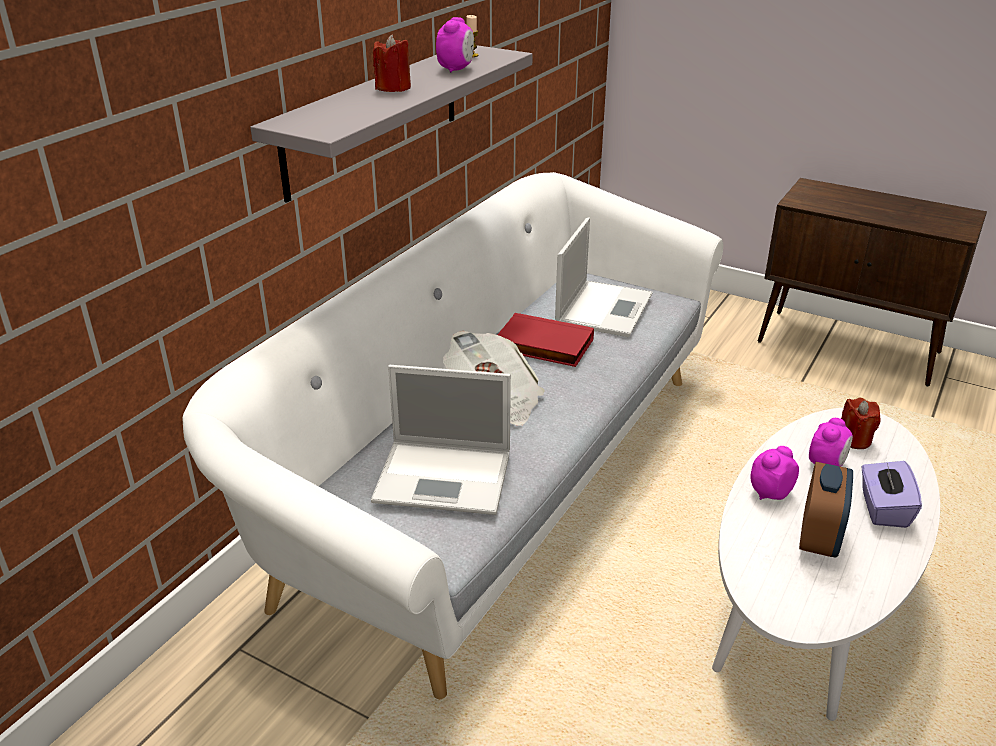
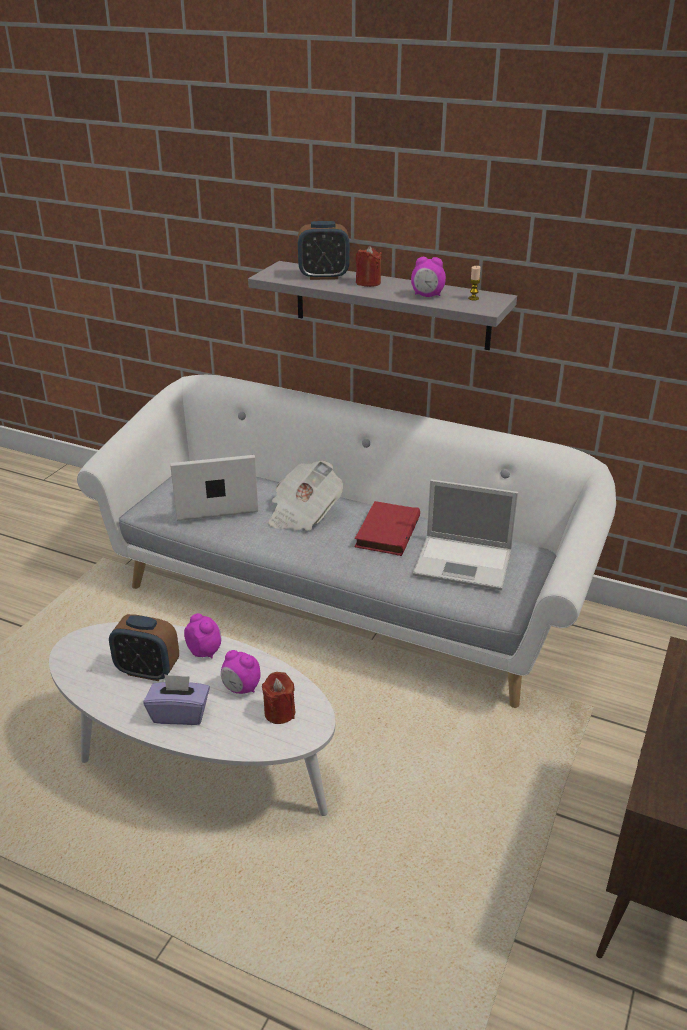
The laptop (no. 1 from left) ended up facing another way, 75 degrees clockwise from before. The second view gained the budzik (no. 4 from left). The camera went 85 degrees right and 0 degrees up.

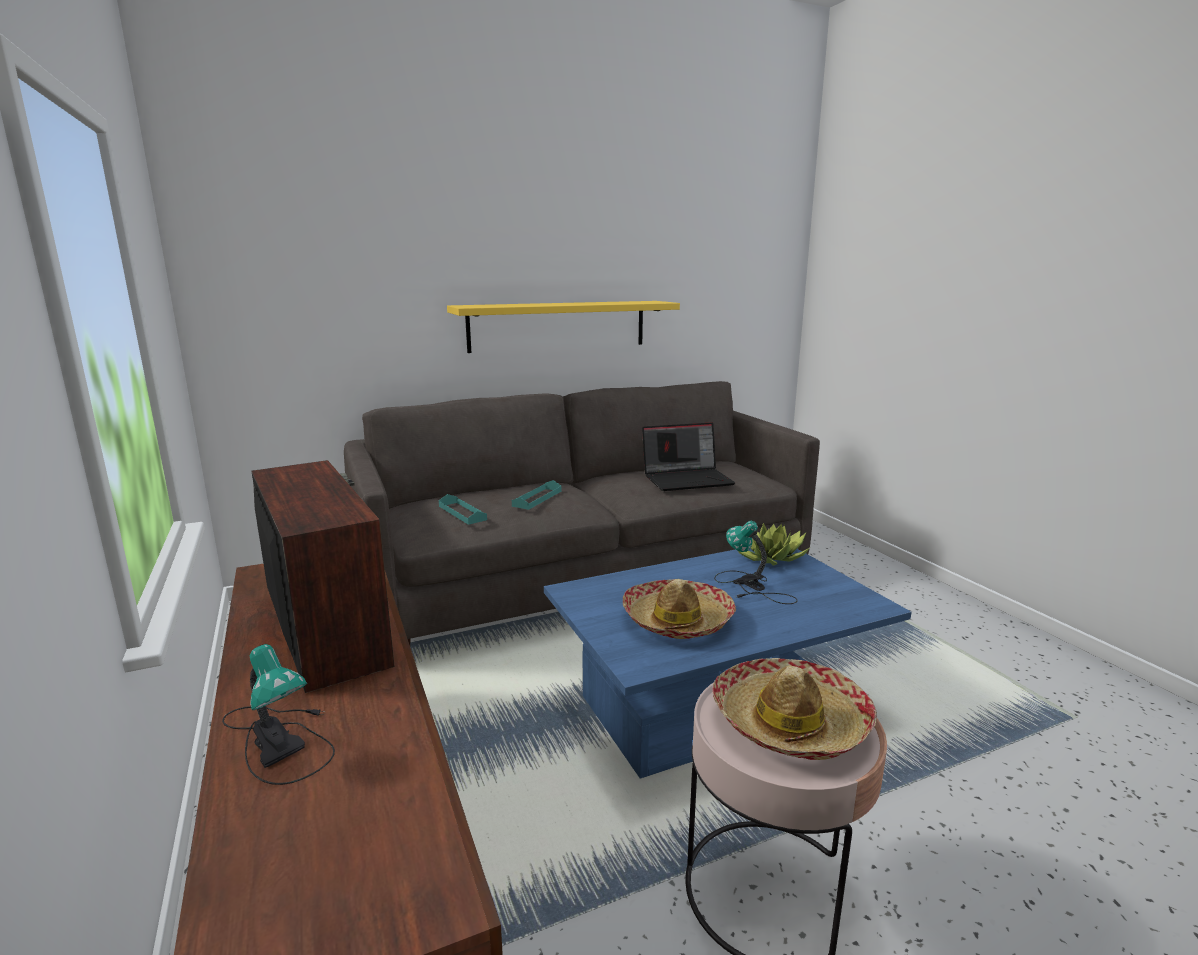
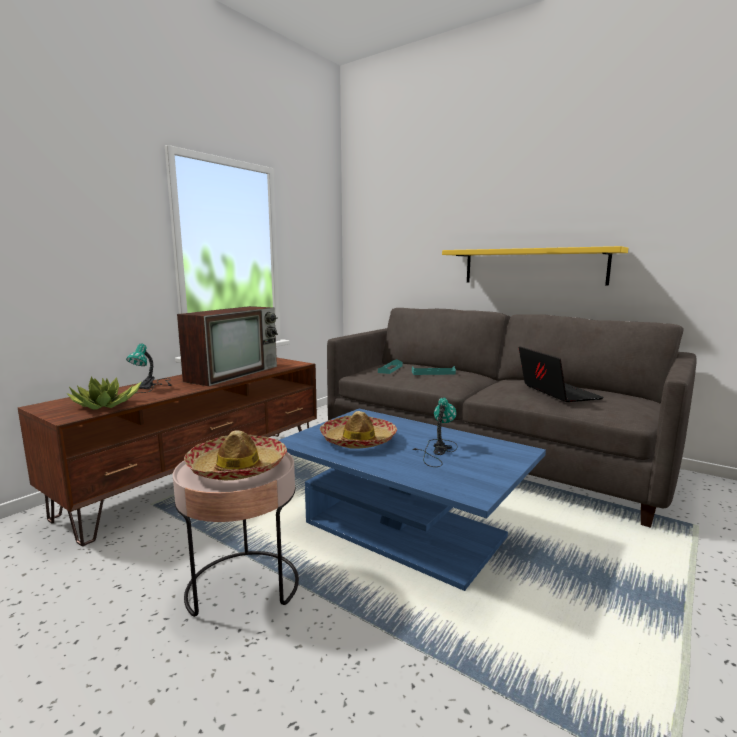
The laptop ended up facing another way, 150 degrees counterclockwise from before. The roślina doniczkowa ended up elsewhere. The camera went 60 degrees right and 5 degrees down.

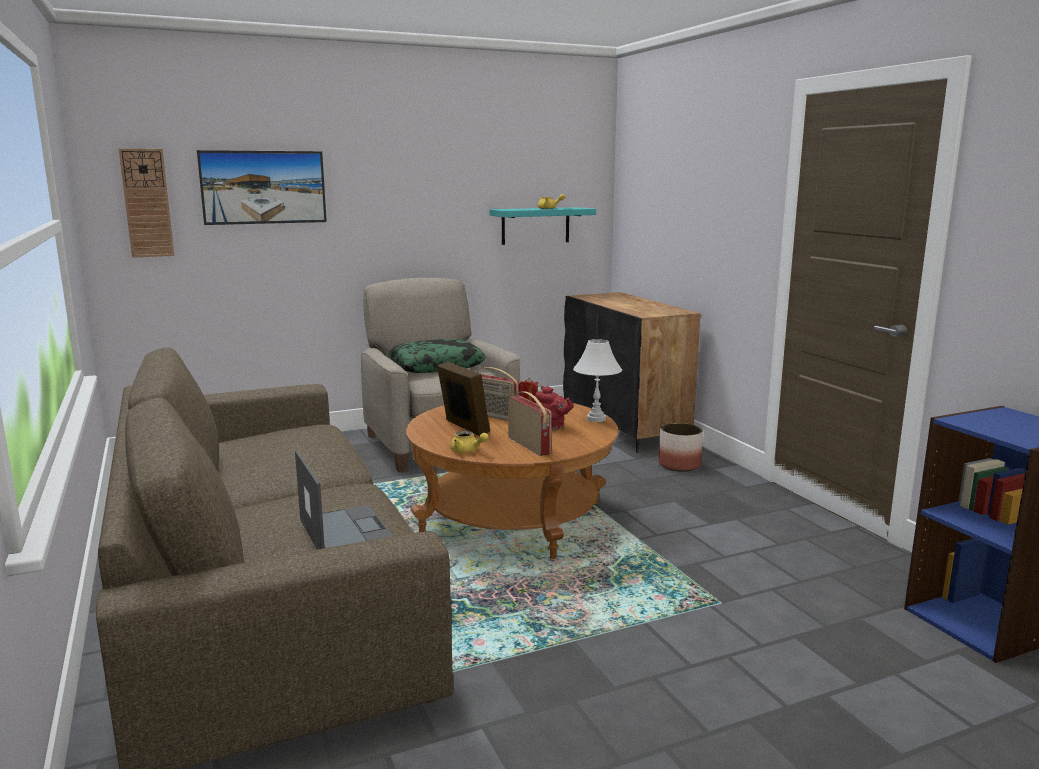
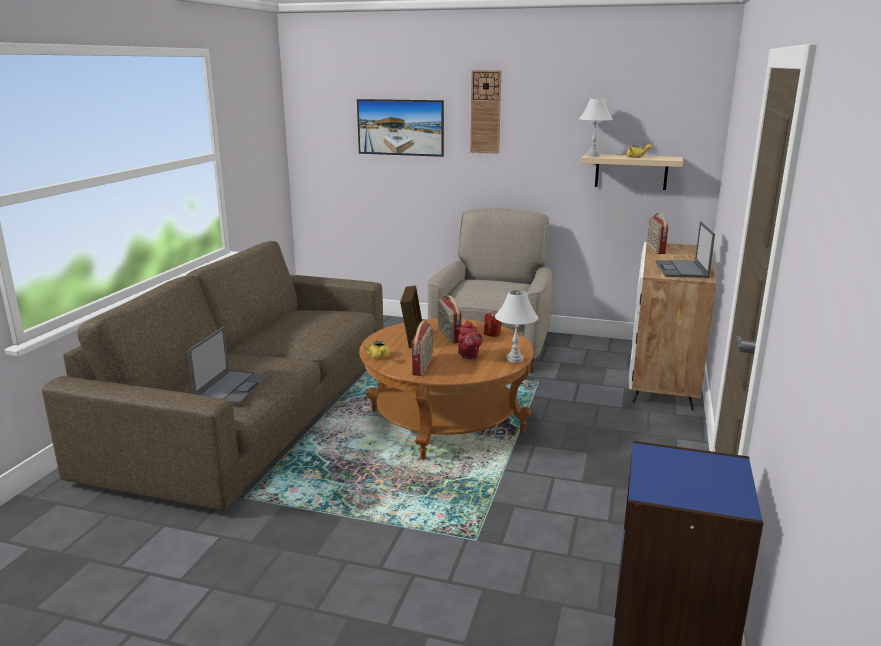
The zegar ścienny ended up elsewhere. What was the półka (turkusowy) turned into the półka (beżowy). What was the szafka (czarny) turned into the szafka (biały). The second view lost the poduszka. The second view lost the donica. The second view gained the lampa stołowa (biały) (no. 2 from left). The second view gained the radio (no. 3 from left). The second view gained the laptop (no. 2 from left). The camera went 40 degrees right and 5 degrees up.

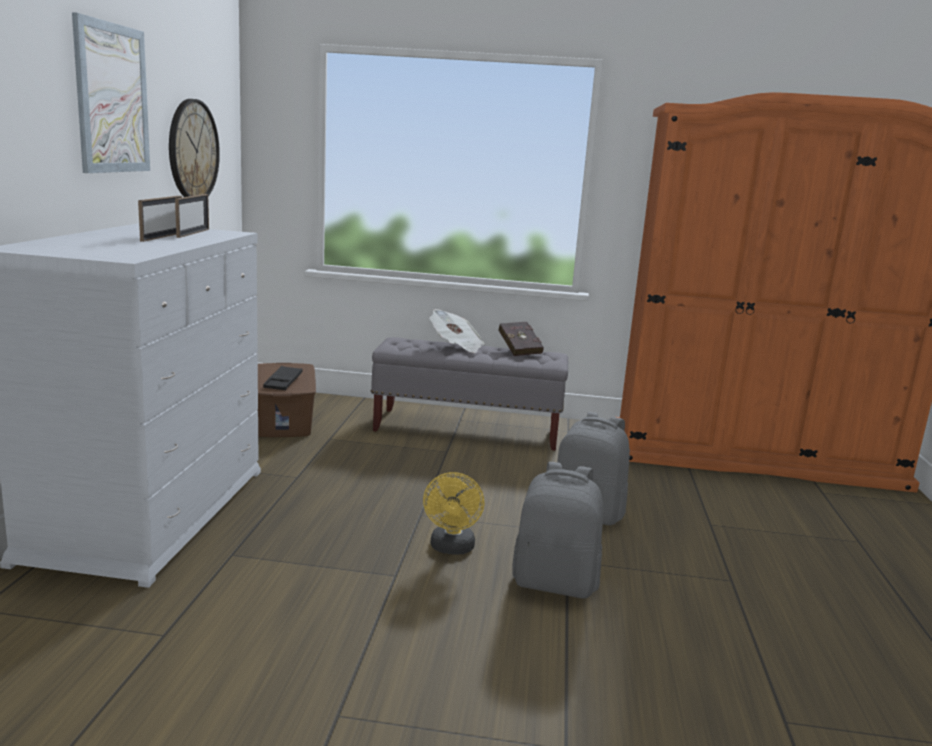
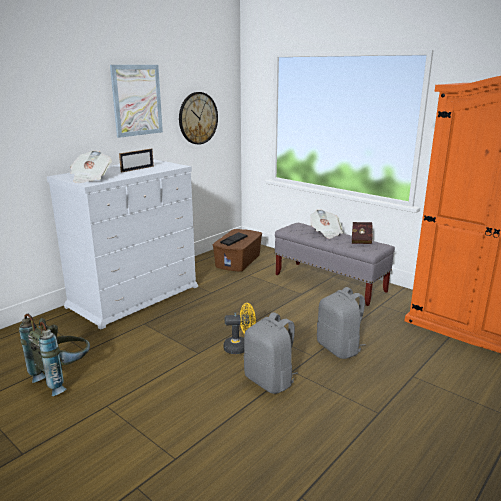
The second view lost the ramka na zdjęcie (no. 2 from left). The wentylator (żółty) ended up facing another way, 135 degrees counterclockwise from before. The second view gained the gazeta (no. 1 from left). The second view gained the plecak (szary) (no. 1 from left). The camera went 35 degrees right and 5 degrees up.

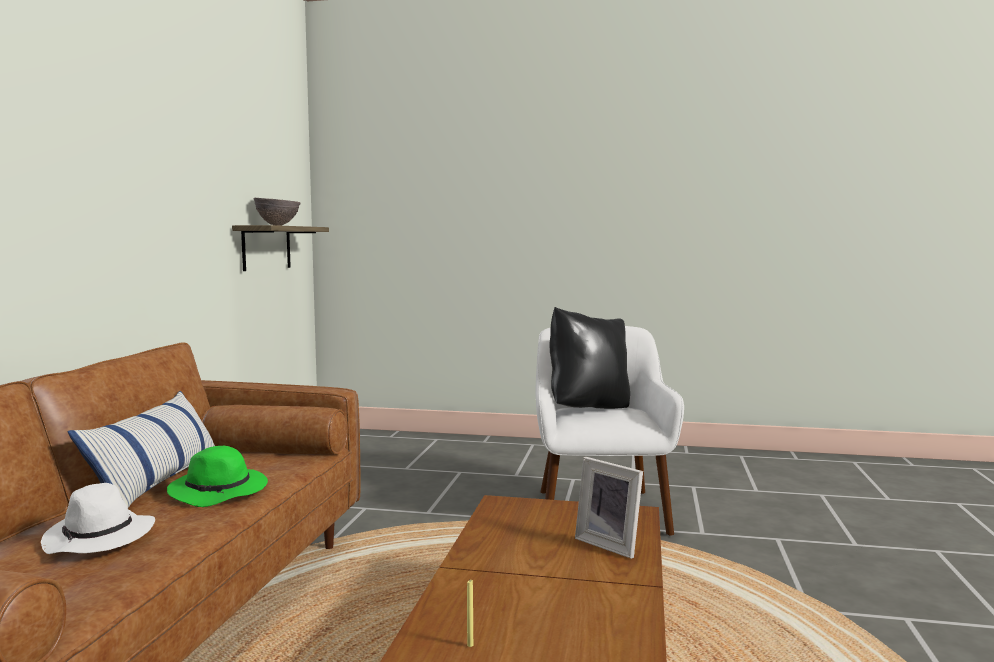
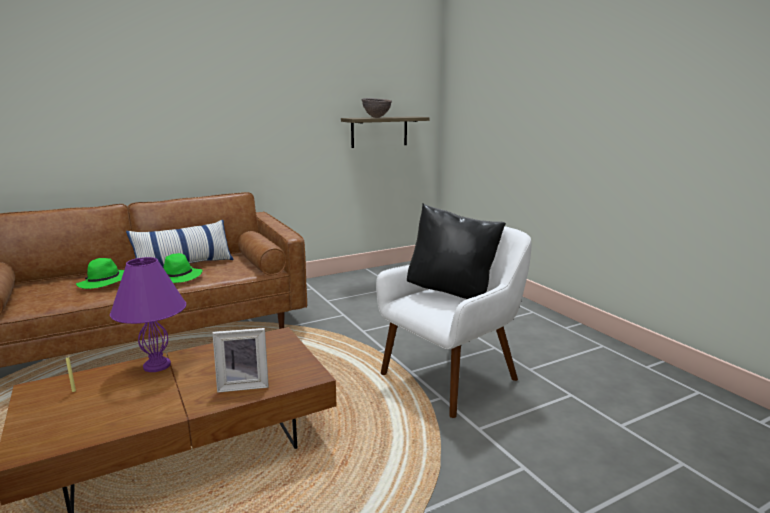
The ramka na zdjęcie ended up facing another way, 105 degrees counterclockwise from before. What was the kapelusz (biały) turned into the kapelusz (zielony) (no. 1 from left). The second view gained the lampa stołowa (fioletowy). The camera went 50 degrees right and 10 degrees up.

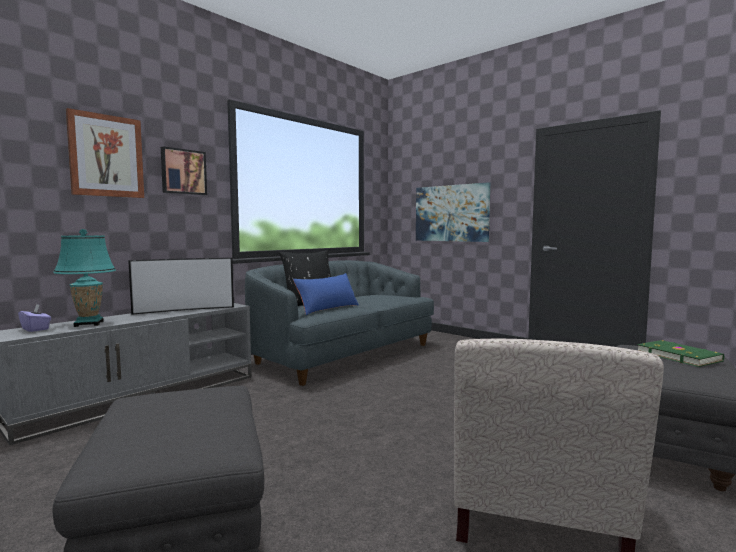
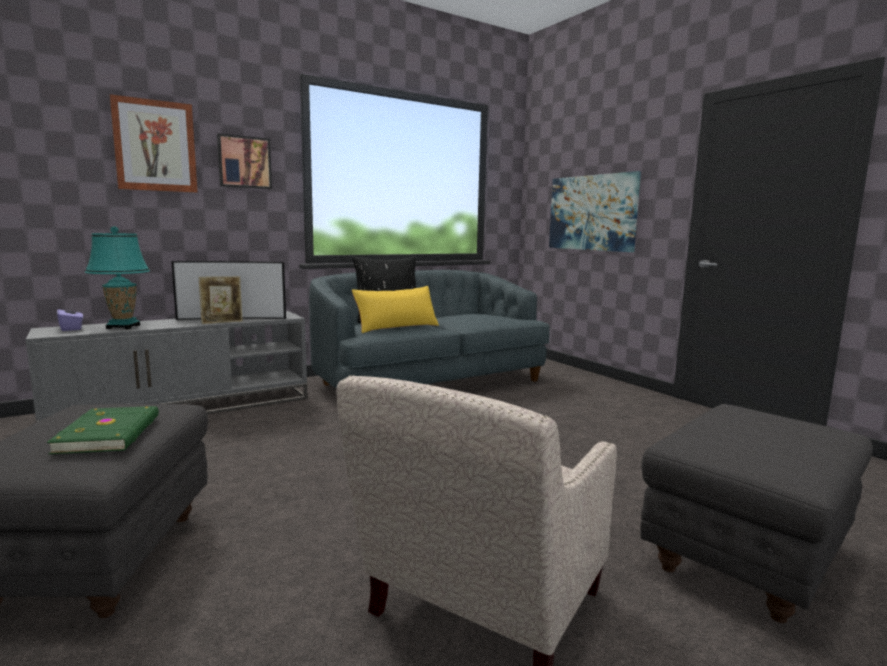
What was the poduszka (niebieski) turned into the poduszka (żółty). The książka (zielony) ended up elsewhere. The second view gained the ramka na zdjęcie. The camera went 15 degrees right and 5 degrees up.

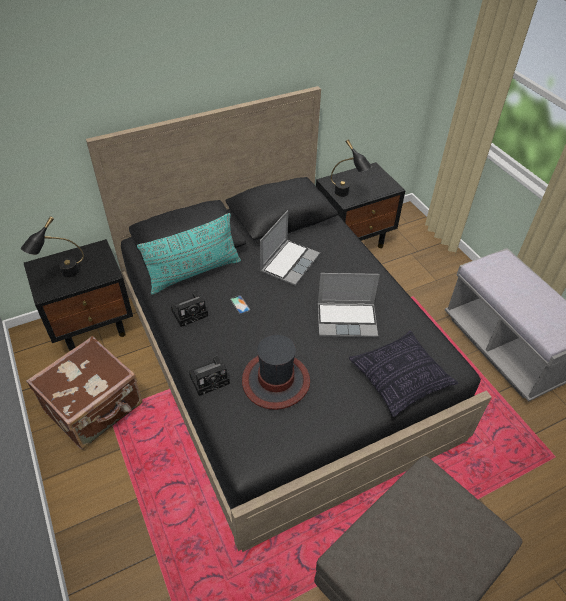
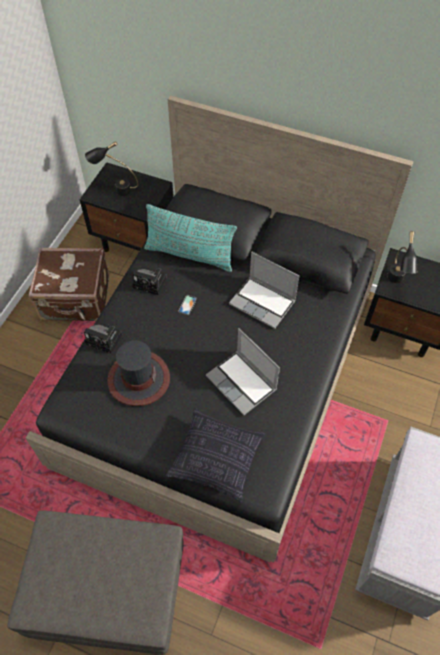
The laptop (no. 1 from left in the first image) ended up facing another way, 45 degrees clockwise from before. The camera went 50 degrees right and 10 degrees up.

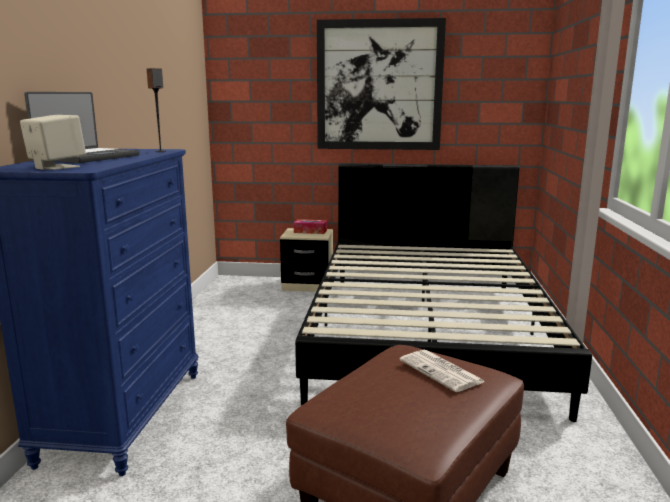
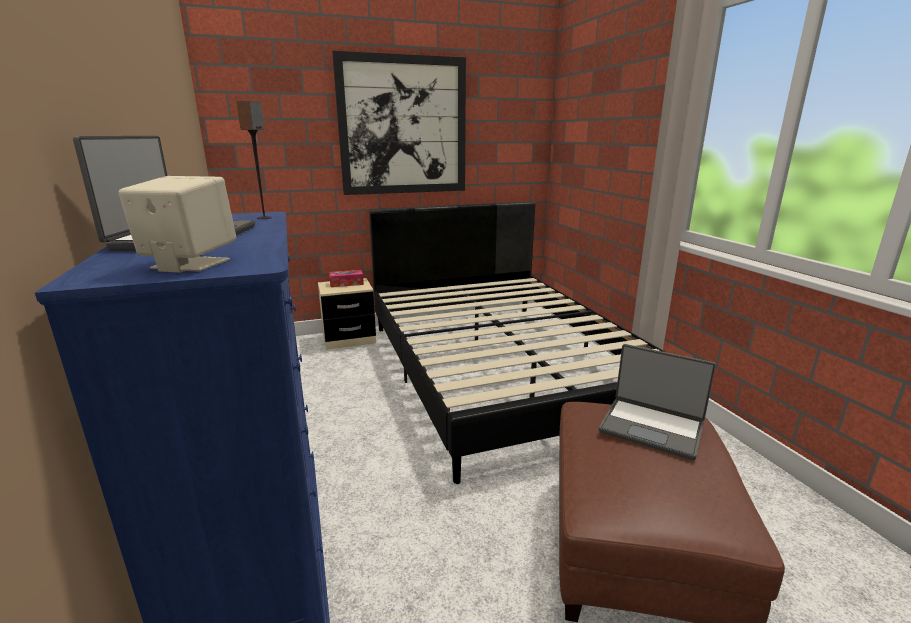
Where the gazeta stood, the laptop (no. 2 from left) came to stand. The camera went 25 degrees left and 5 degrees up.

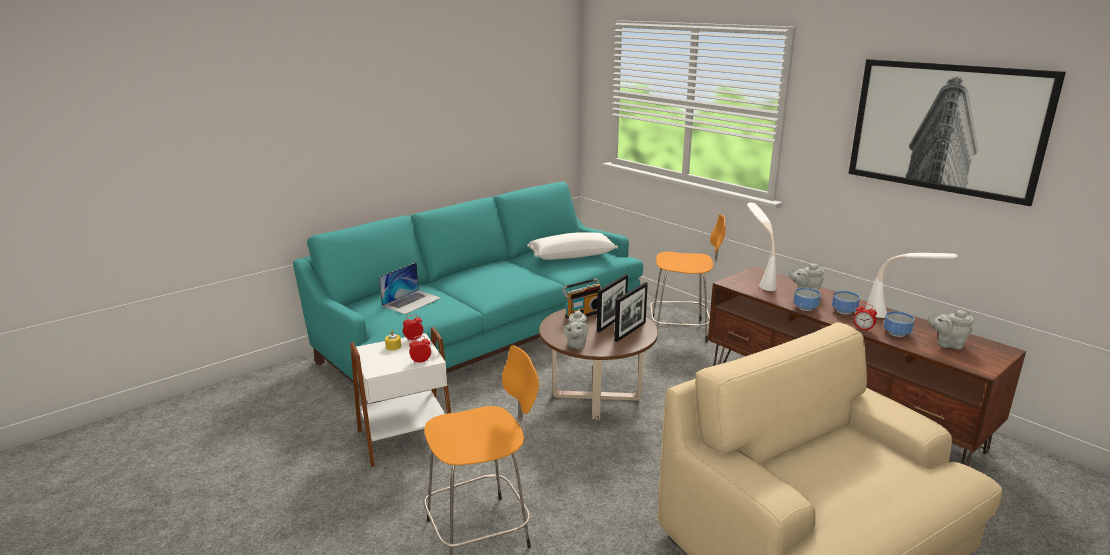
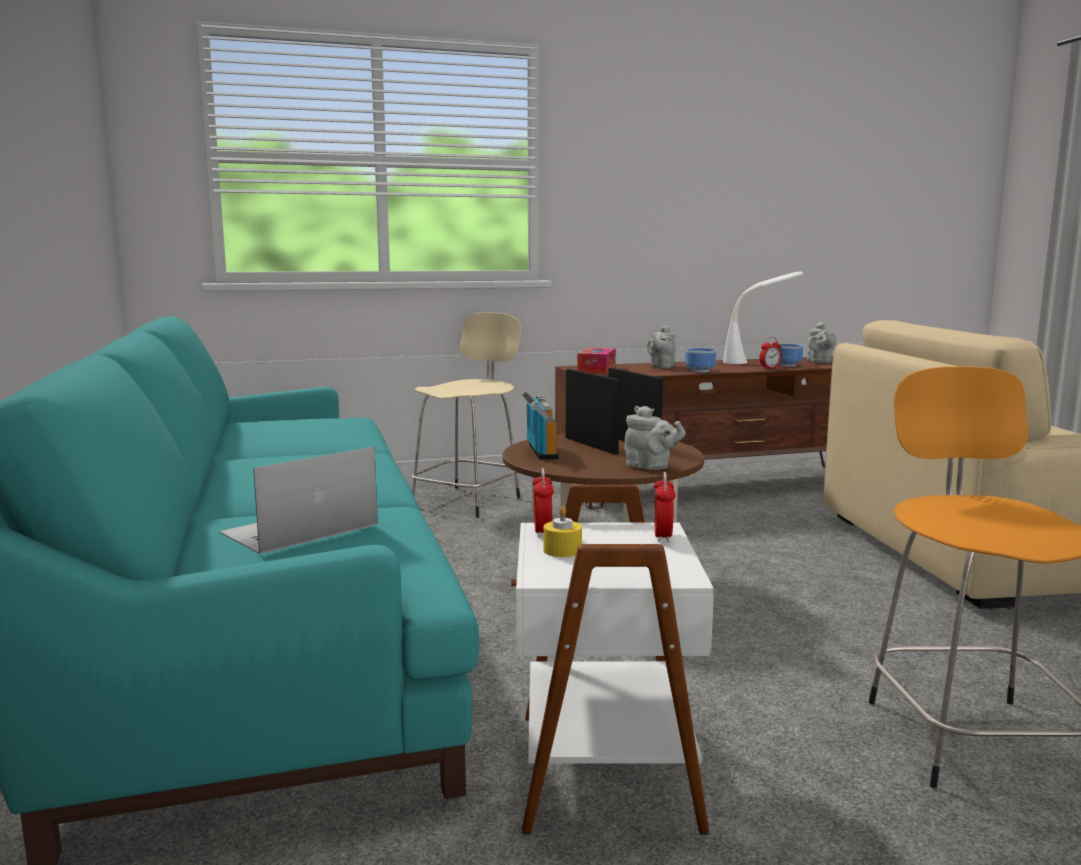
The second view lost the obraz. Where the lampa stołowa (biały) (no. 1 from left) stood, the pudełko chusteczek came to stand. What was the stołek (pomarańczowy) (no. 2 from left) turned into the stołek (beżowy). The second view lost the poduszka (biały). The laptop ended up facing another way, 105 degrees counterclockwise from before. The second view lost the miska (no. 2 from left). The imbryk (szary) (no. 3 from left) ended up facing another way, 45 degrees counterclockwise from before. The camera went 65 degrees left and 10 degrees down.

